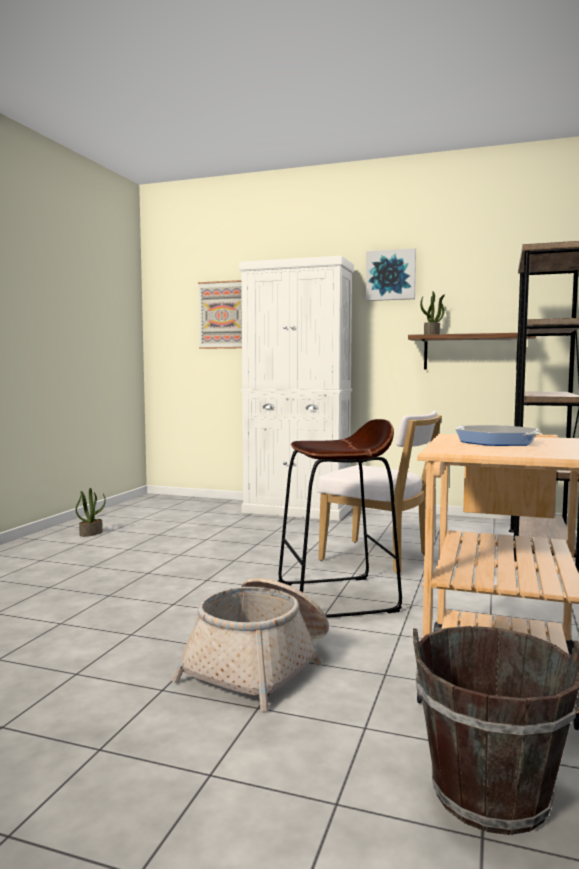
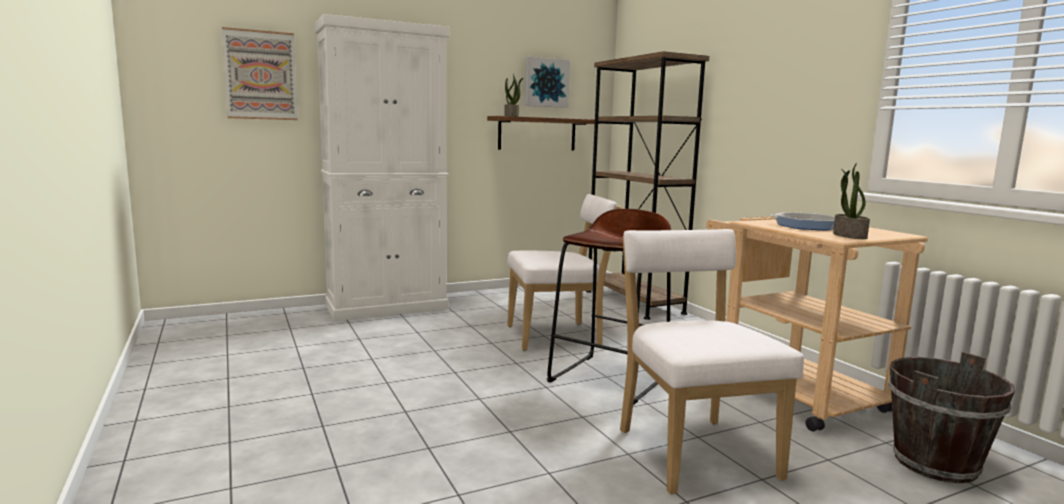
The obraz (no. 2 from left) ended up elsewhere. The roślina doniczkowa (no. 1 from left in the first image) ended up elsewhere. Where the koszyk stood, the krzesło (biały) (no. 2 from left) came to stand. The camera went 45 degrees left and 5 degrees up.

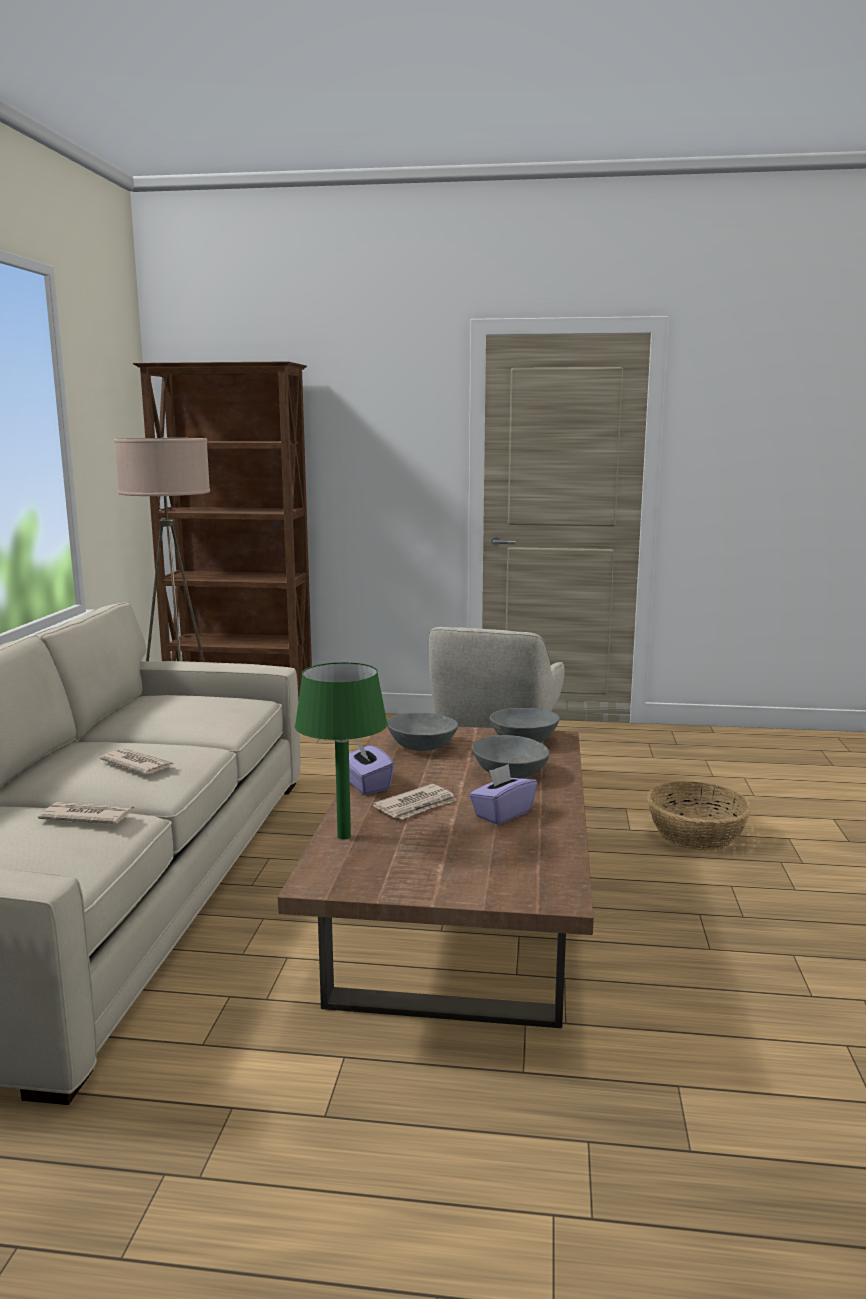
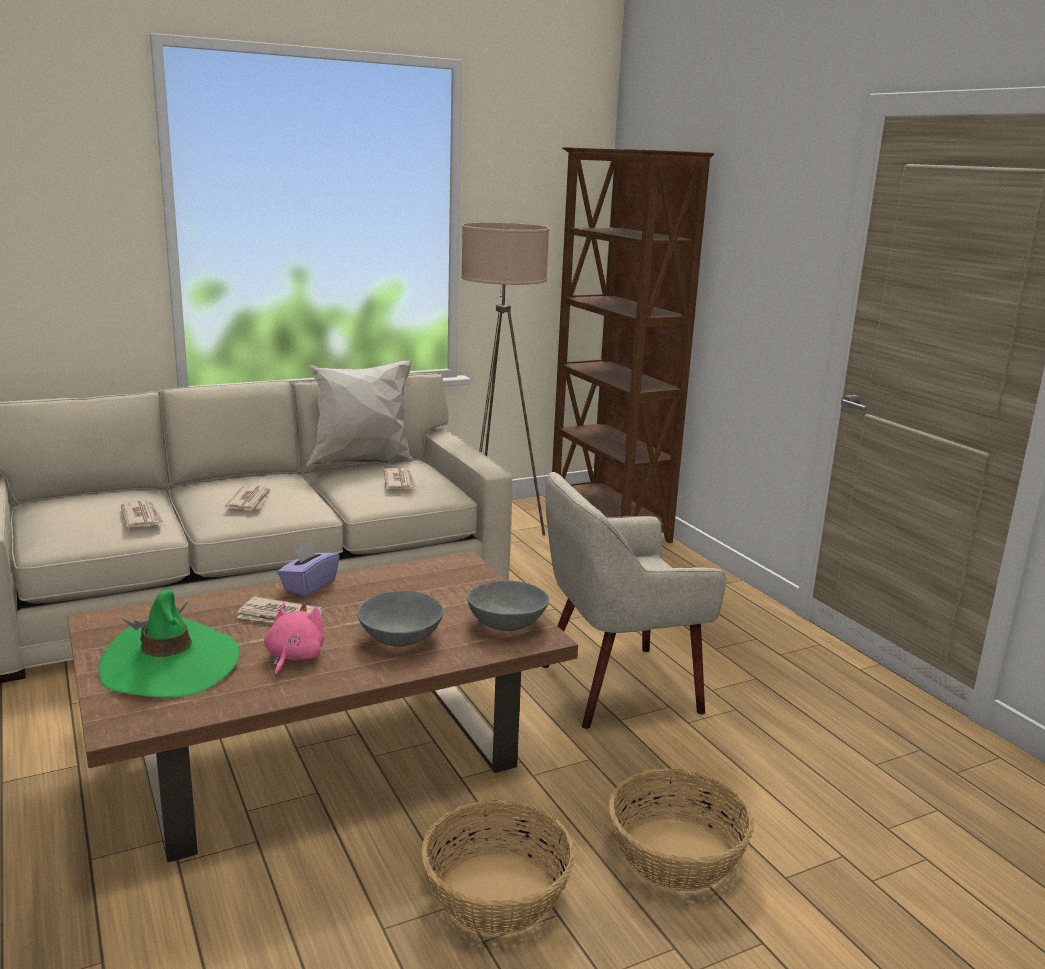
The second view lost the lampa stołowa (zielony). The second view lost the miska (szary) (no. 1 from left). Where the pudełko chusteczek (fioletowy) (no. 2 from left) stood, the pluszak (różowy) came to stand. The second view gained the poduszka (biały). The second view gained the gazeta (no. 4 from left). The second view gained the kapelusz (zielony). The second view gained the koszyk (no. 1 from left). The camera went 55 degrees right and 5 degrees up.

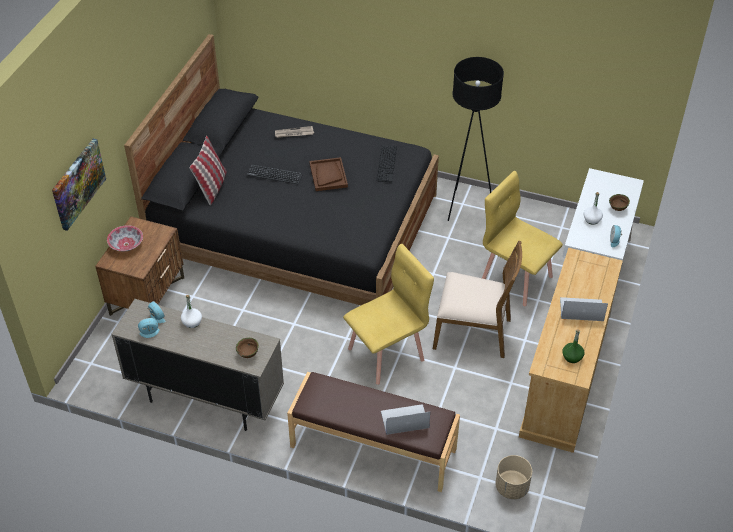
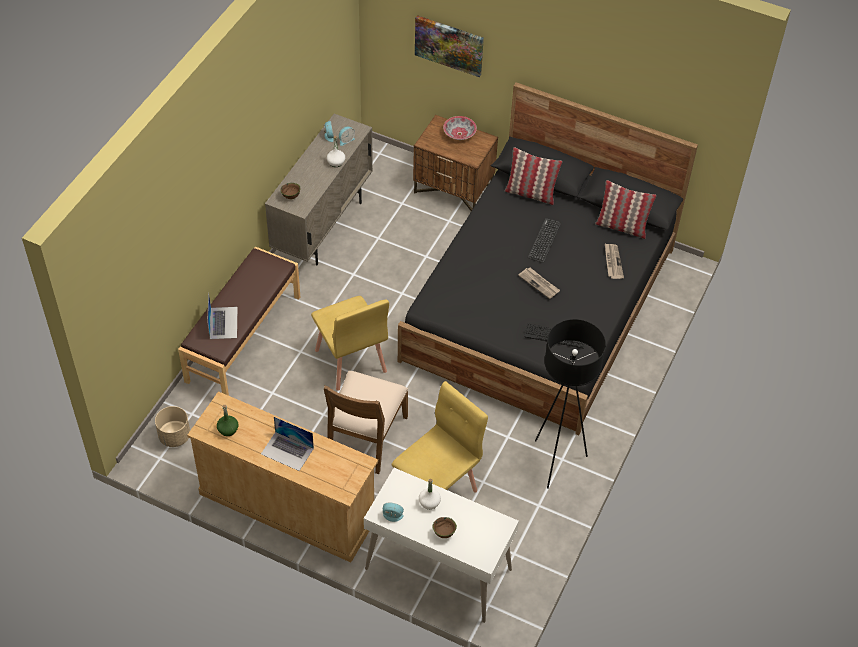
Where the taca (brązowy) stood, the gazeta (no. 1 from left) came to stand. The laptop (no. 2 from left) ended up facing another way, 105 degrees clockwise from before. The second view gained the poduszka (no. 2 from left). The camera went 95 degrees right and 5 degrees up.

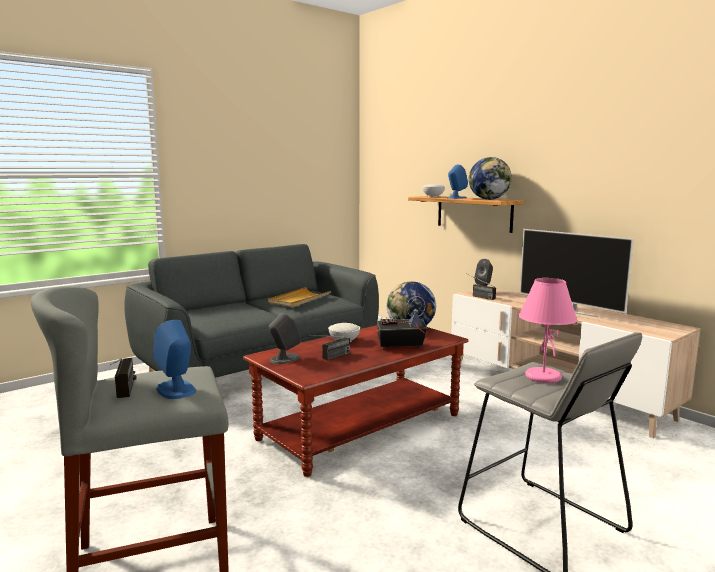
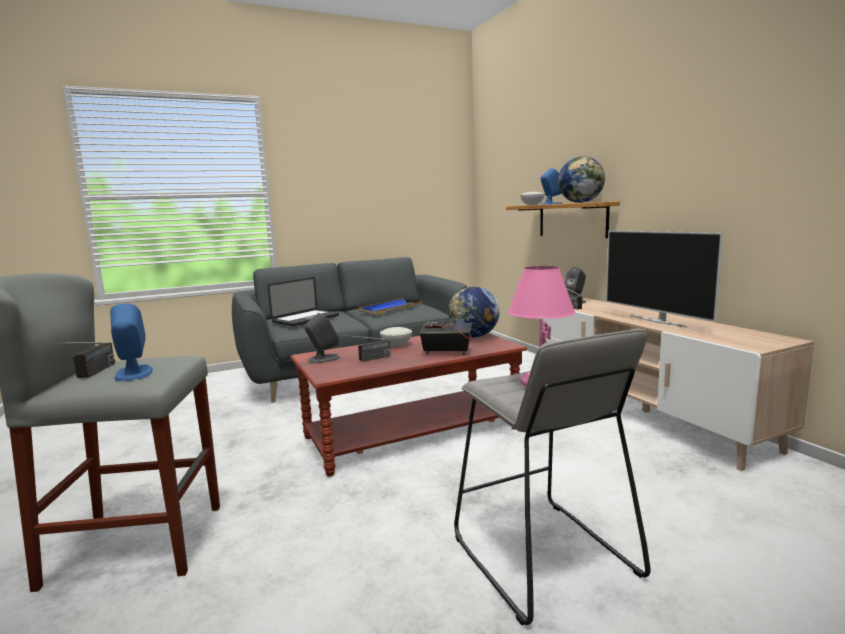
What was the taca (beżowy) turned into the taca (niebieski). The second view gained the laptop. The camera went 15 degrees right and 0 degrees up.

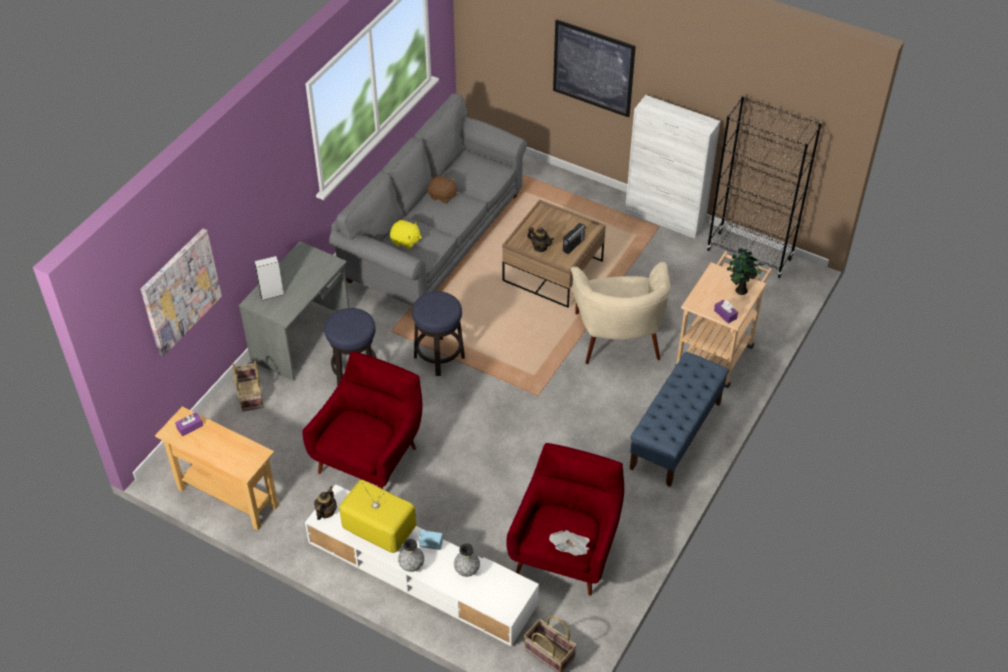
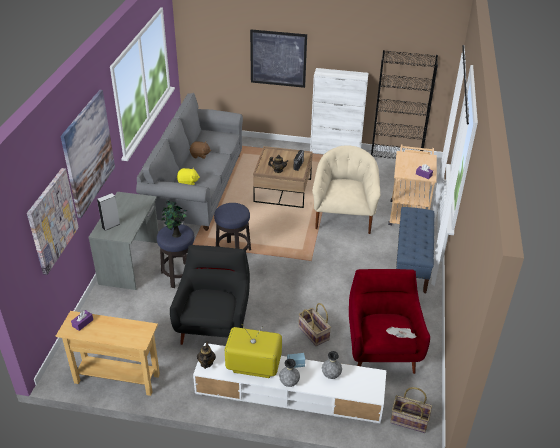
The roślina doniczkowa ended up elsewhere. The fotel (beżowy) ended up facing another way, 150 degrees counterclockwise from before. What was the fotel (czerwony) (no. 1 from left) turned into the fotel (czarny). The koszyk (no. 1 from left) ended up elsewhere. The second view gained the obraz (no. 2 from left). The camera went 20 degrees left and 10 degrees down.

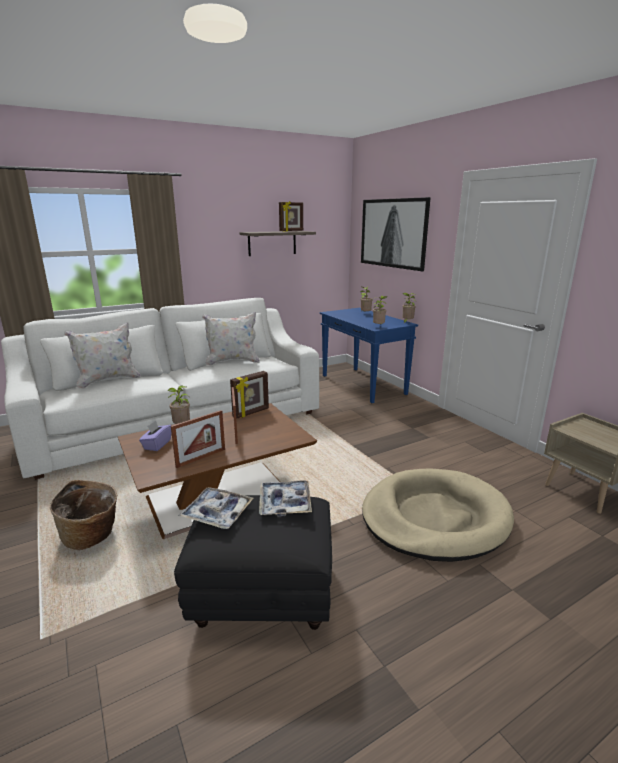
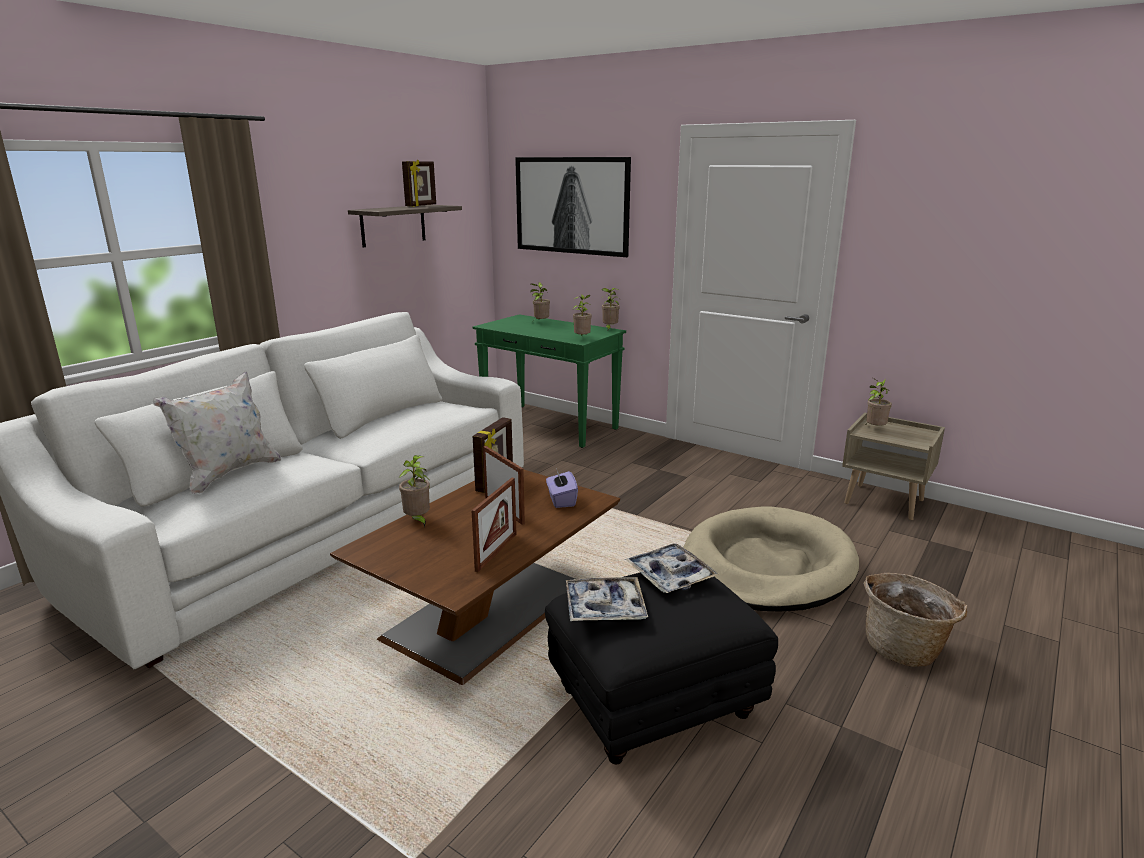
What was the stolik konsolowy (niebieski) turned into the stolik konsolowy (zielony). The second view lost the poduszka (biały) (no. 2 from left). The pudełko chusteczek (fioletowy) ended up elsewhere. The koszyk ended up elsewhere. The second view gained the roślina doniczkowa (no. 5 from left). The camera went 25 degrees left and 0 degrees up.

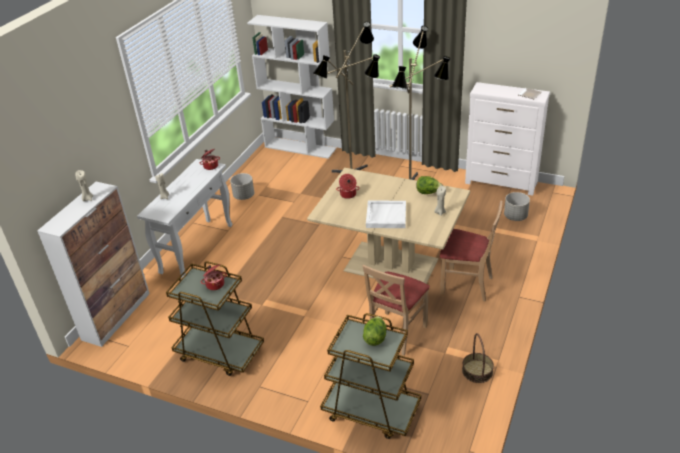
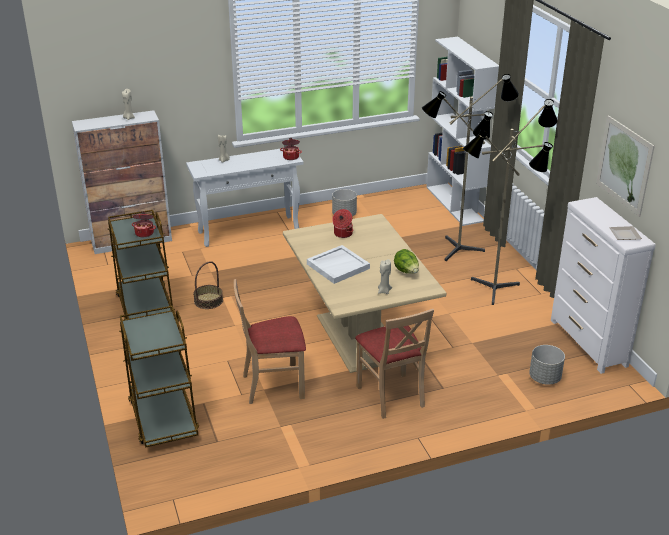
The second view lost the sałata (no. 1 from left). The koszyk ended up elsewhere. The second view gained the obraz. The camera went 45 degrees right and 5 degrees down.

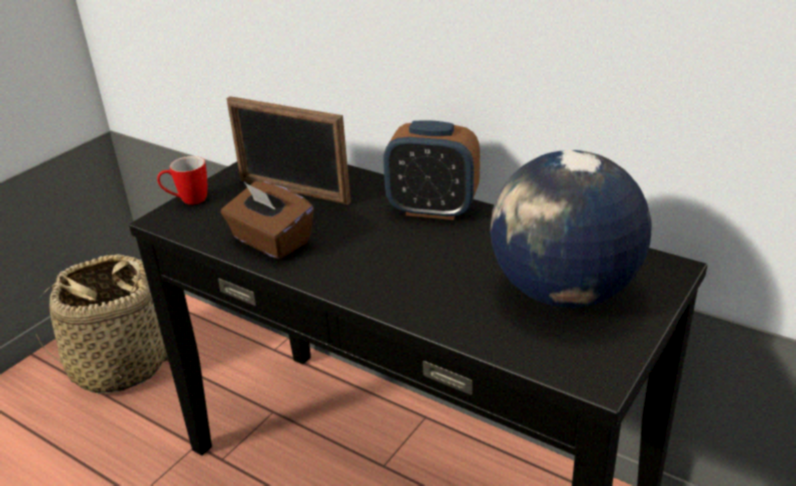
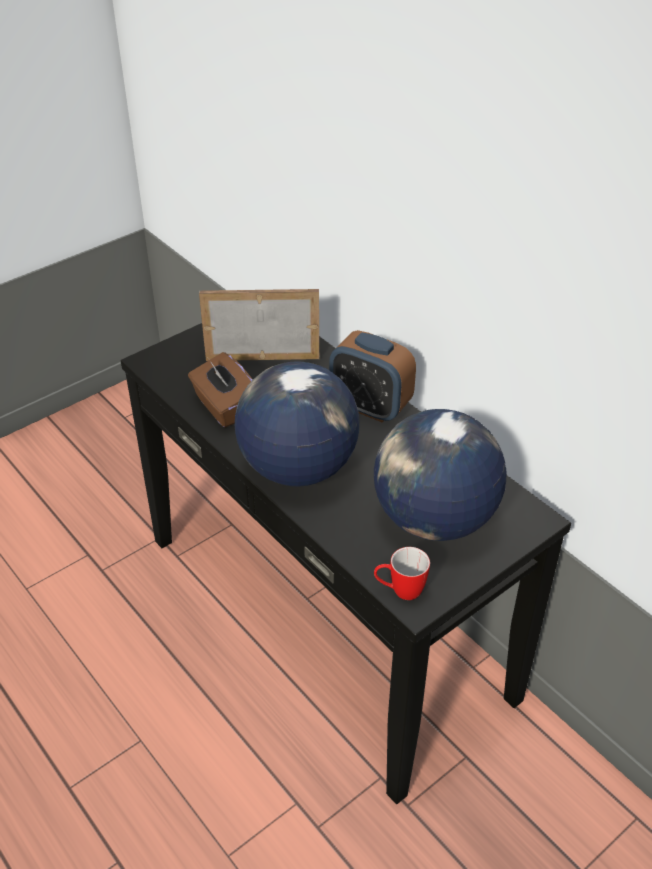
The ramka na zdjęcie ended up facing another way, 135 degrees clockwise from before. The kubek ended up elsewhere. The second view lost the koszyk. The second view gained the globus (no. 1 from left). The camera went 15 degrees right and 10 degrees up.

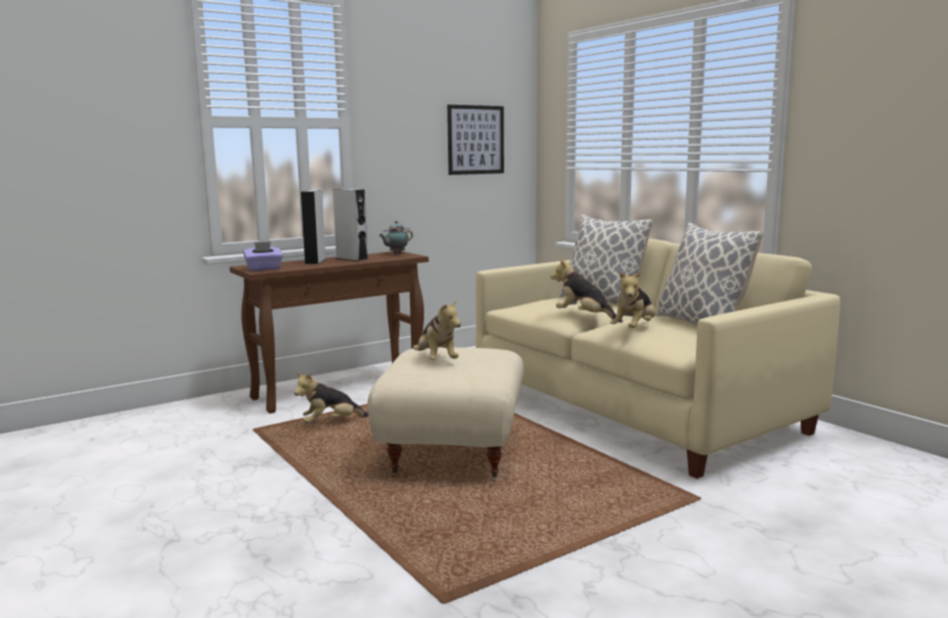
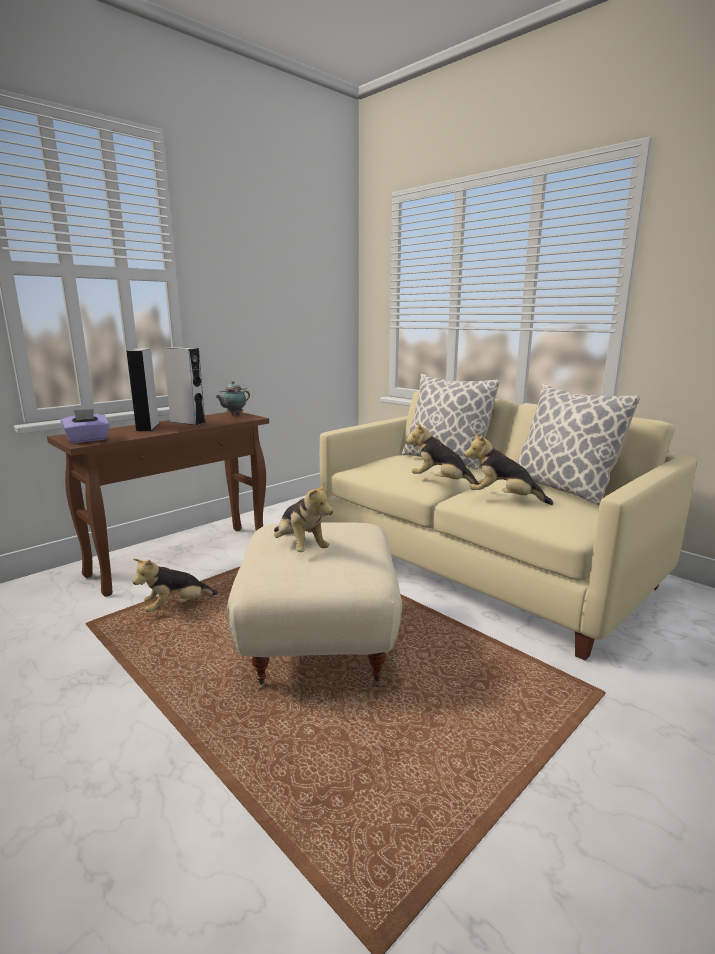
The second view lost the obraz. The pluszak (no. 4 from left) ended up facing another way, 90 degrees clockwise from before. The camera went 10 degrees left and 5 degrees up.

